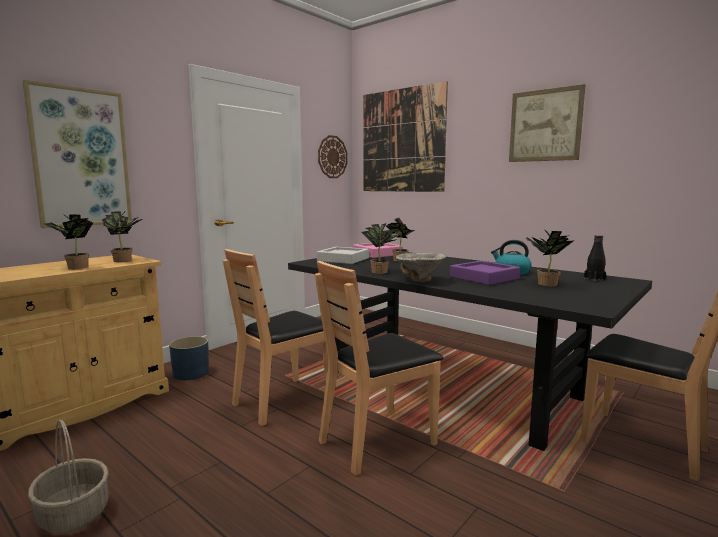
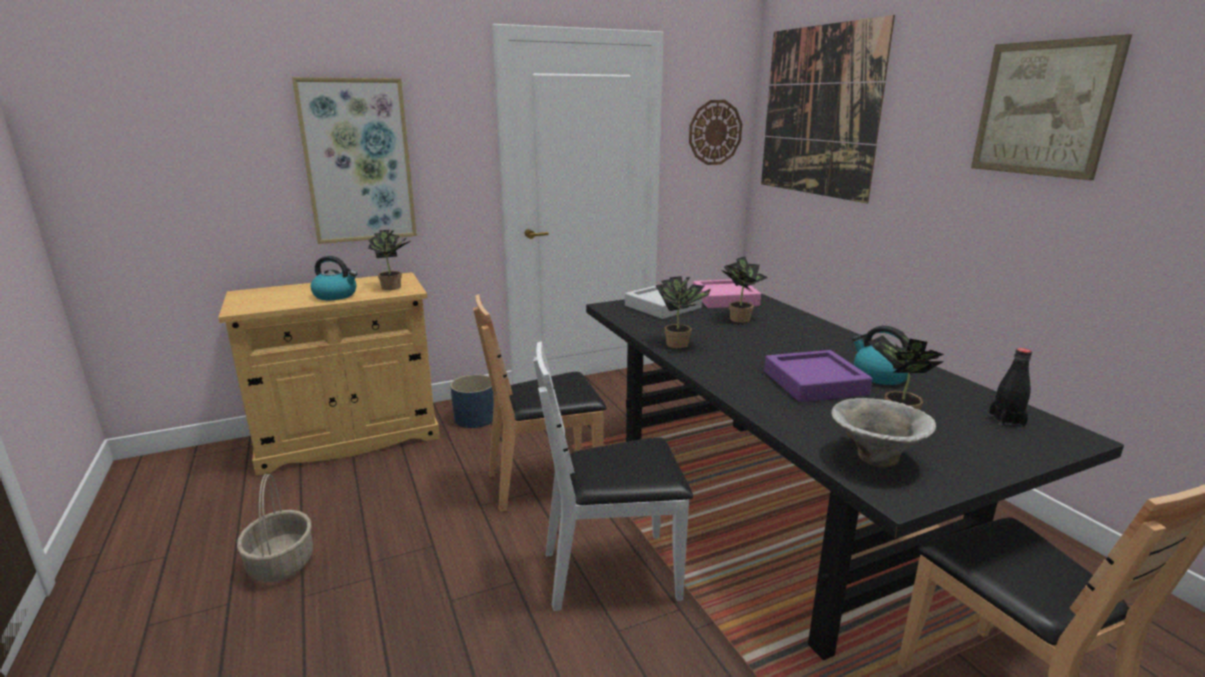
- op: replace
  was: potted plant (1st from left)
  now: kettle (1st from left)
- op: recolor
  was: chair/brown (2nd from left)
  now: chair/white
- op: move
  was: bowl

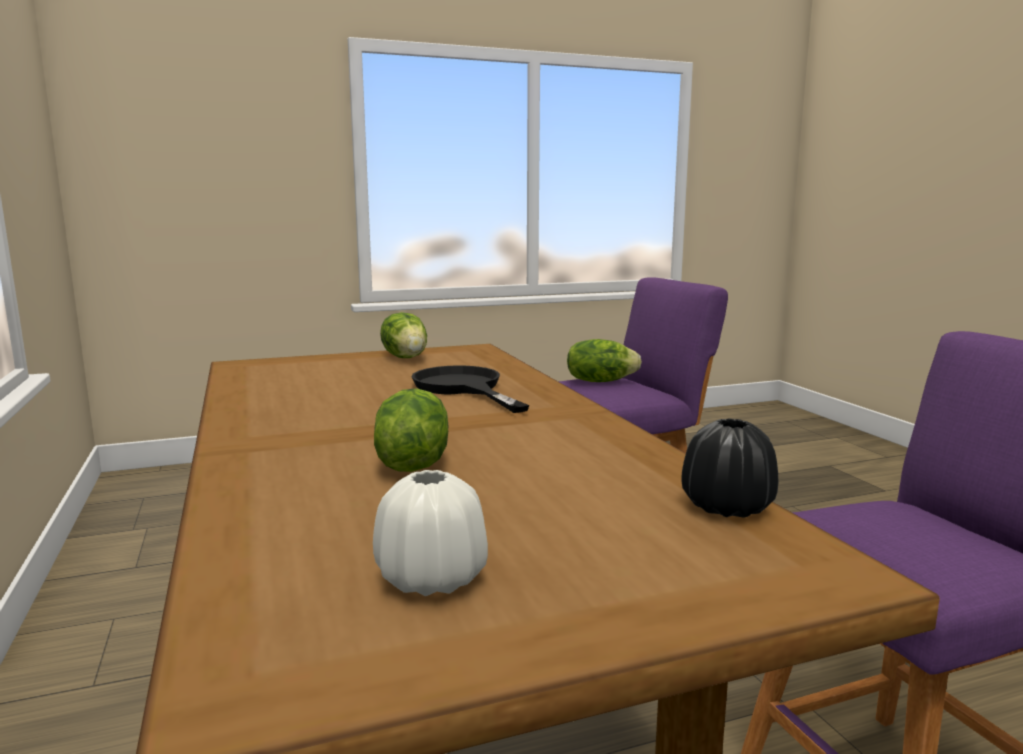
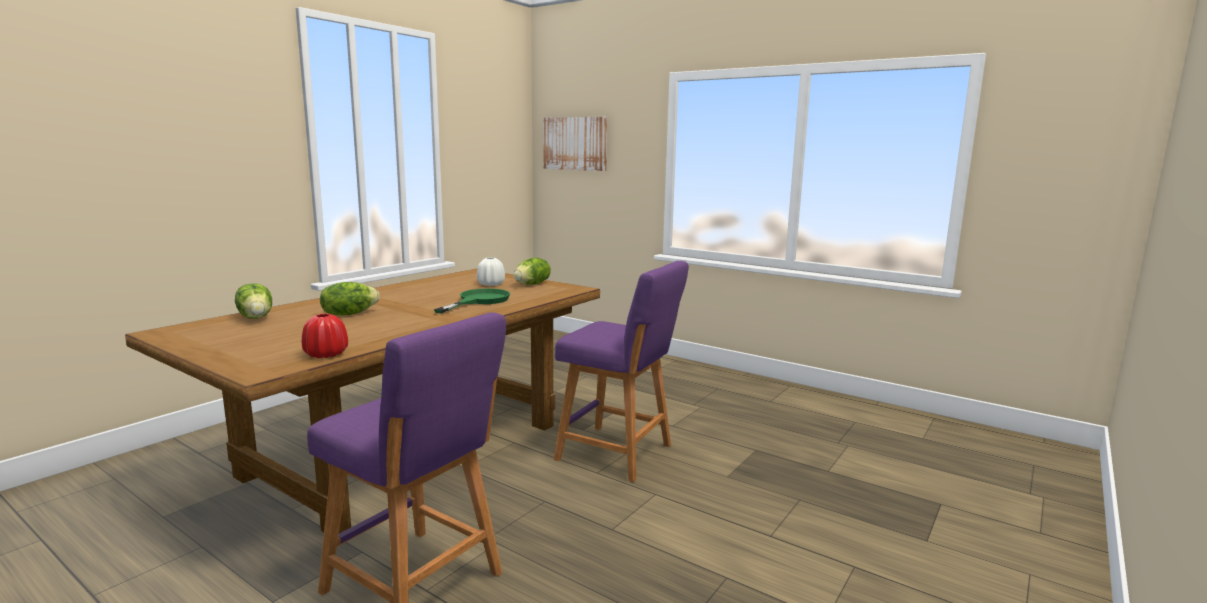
- op: move
  was: lettuce (3rd from left in the first image)
  now: lettuce (1st from left)
- op: recolor
  was: vase/black
  now: vase/red
- op: recolor
  was: frying pan/black
  now: frying pan/green
- op: move
  was: vase/white
- op: insert
  now: picture

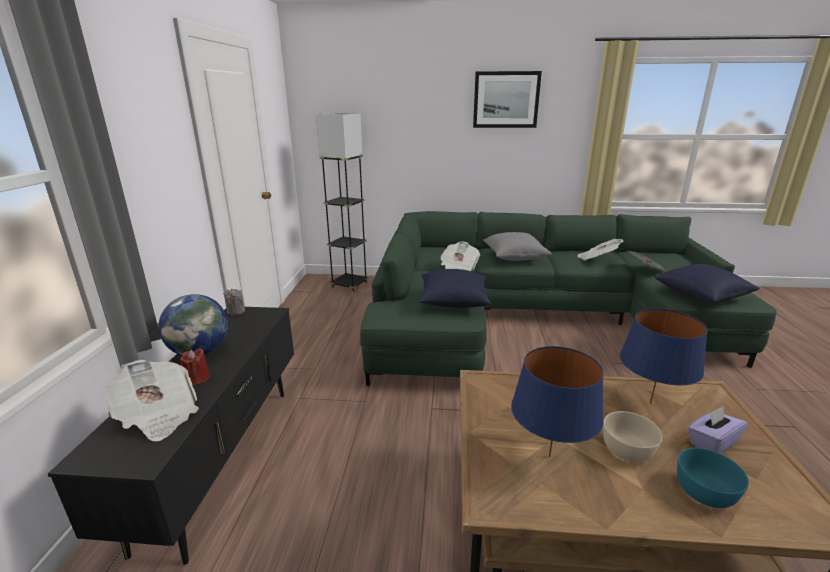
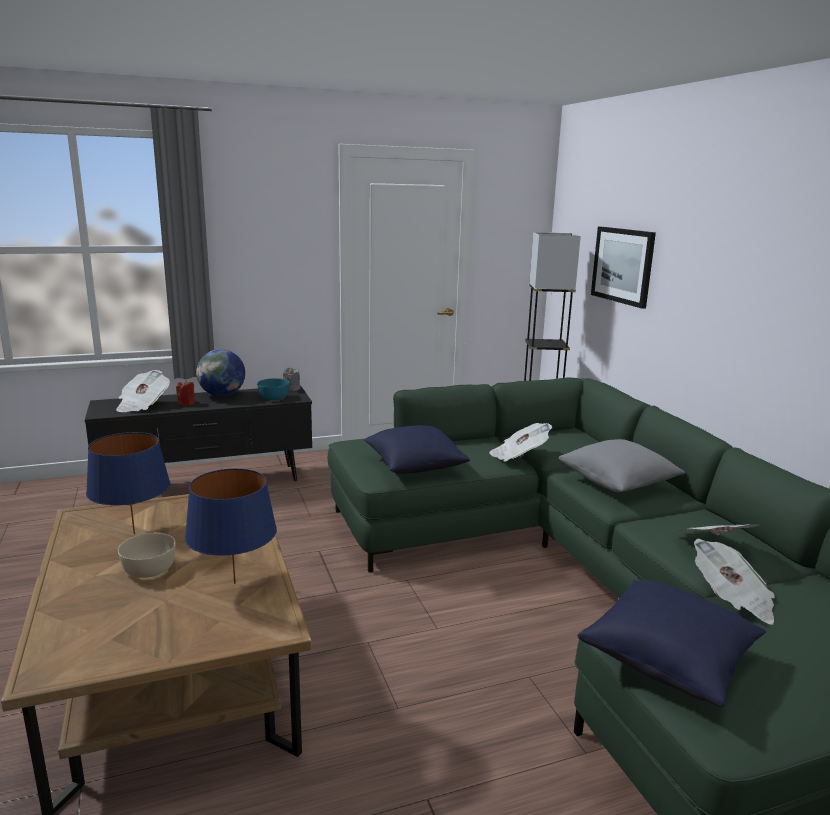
- op: move
  was: bowl/turquoise
- op: move
  was: picture
- op: delete
  was: tissue box/purple

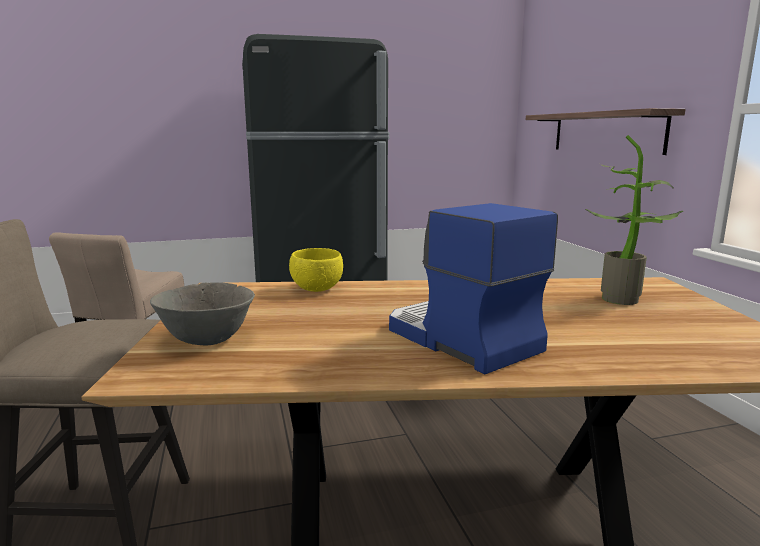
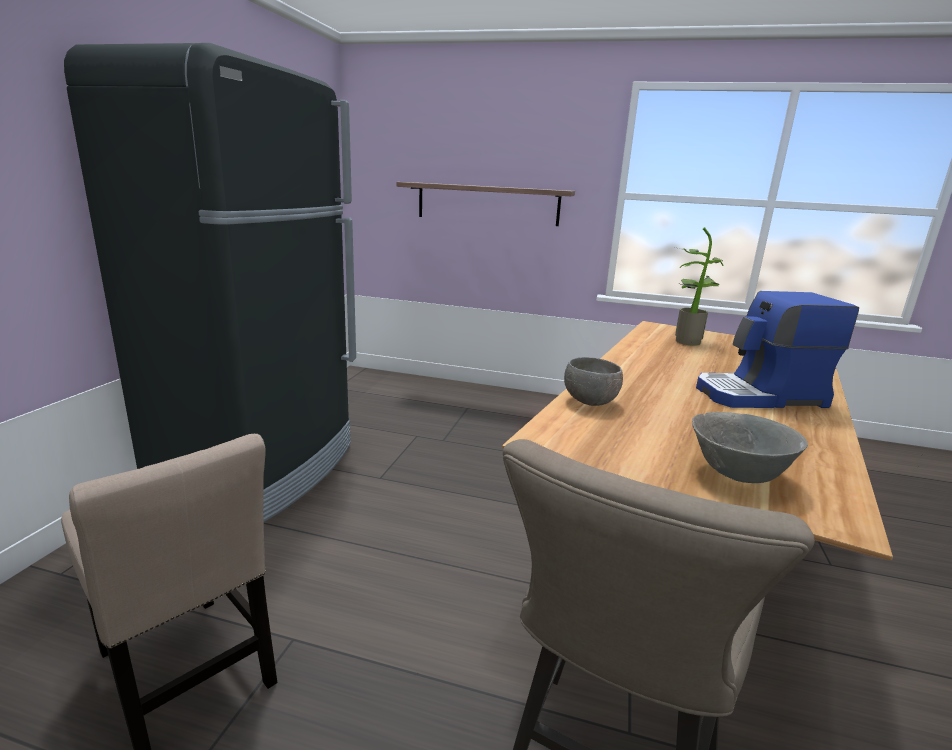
- op: recolor
  was: bowl/yellow
  now: bowl/grey (1st from left)

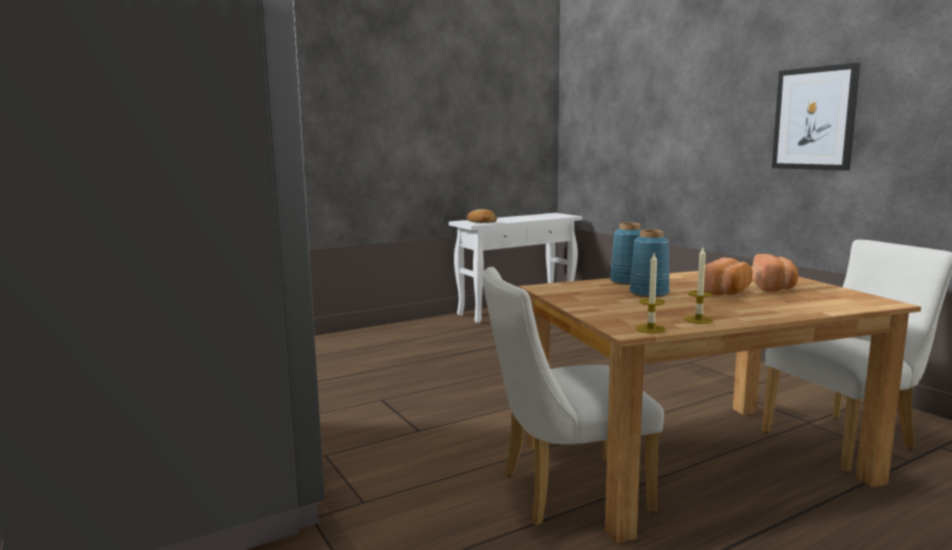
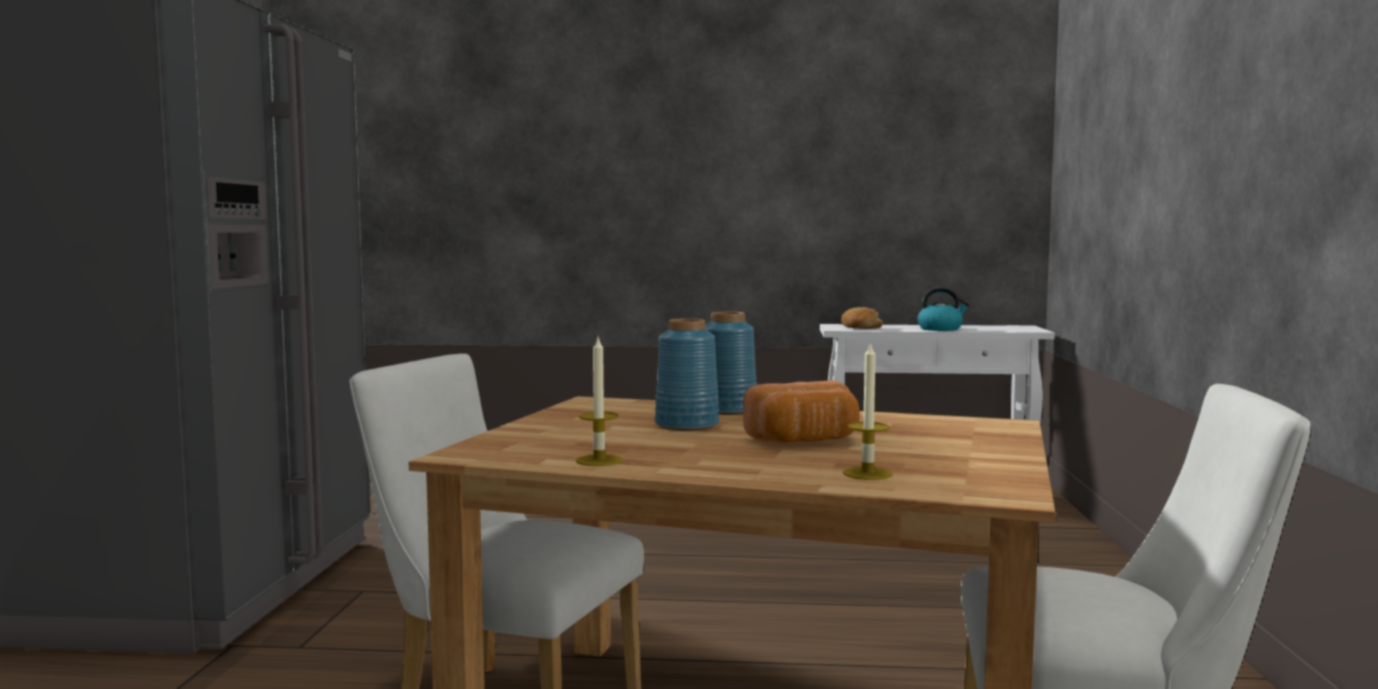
- op: move
  was: candle (1st from left in the first image)
  now: candle (2nd from left)
- op: insert
  now: kettle
- op: delete
  was: bread (3rd from left)
- op: delete
  was: picture

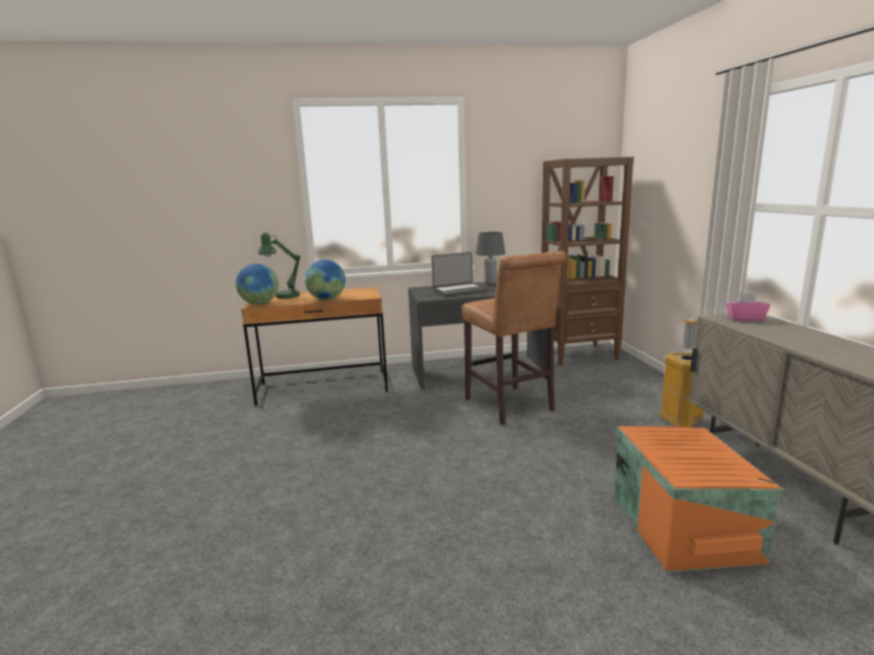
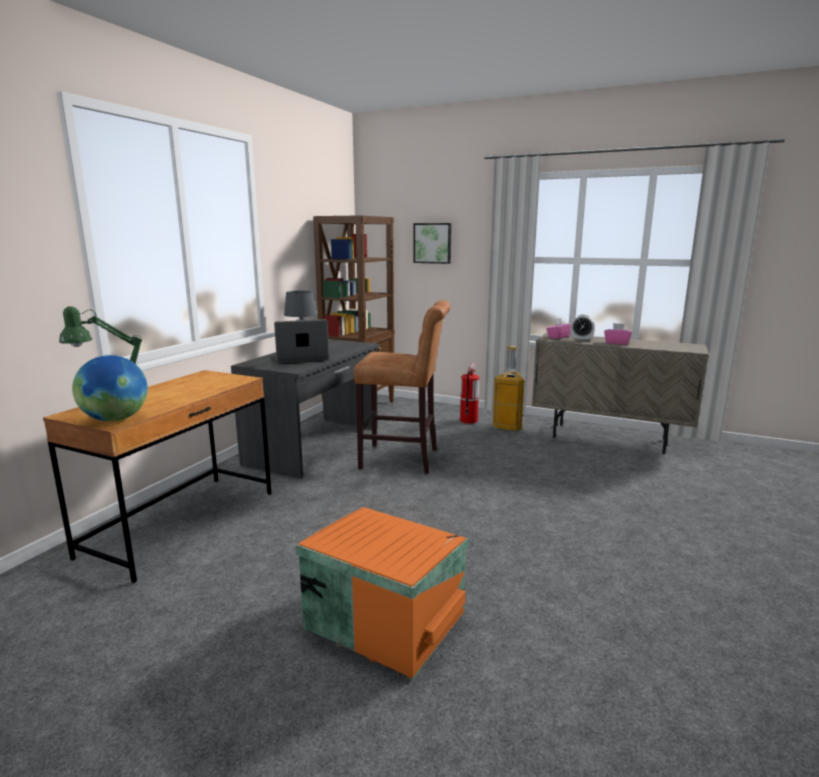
- op: rotate
  was: laptop
  clockwise: -120
- op: move
  was: storage box/orange
- op: insert
  now: picture
- op: insert
  now: fire extinguisher
- op: insert
  now: alarm clock
- op: insert
  now: tissue box/pink (2nd from left)
- op: delete
  was: globe (2nd from left)

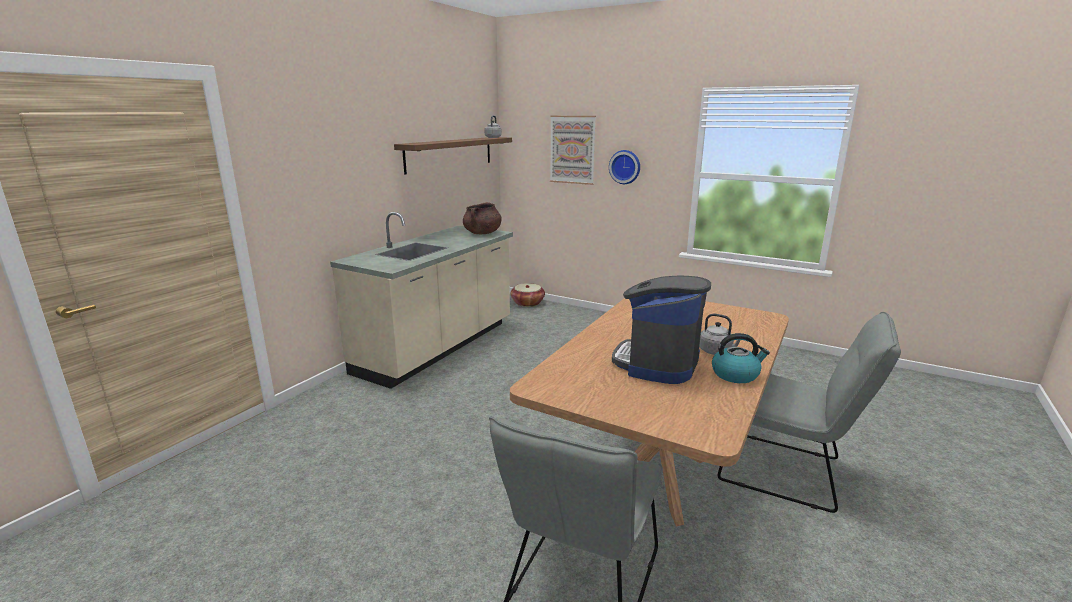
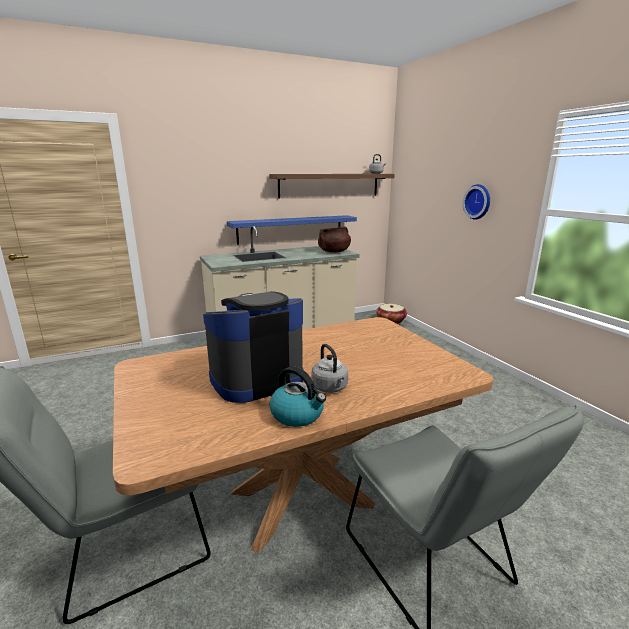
- op: insert
  now: shelf/blue
- op: delete
  was: picture

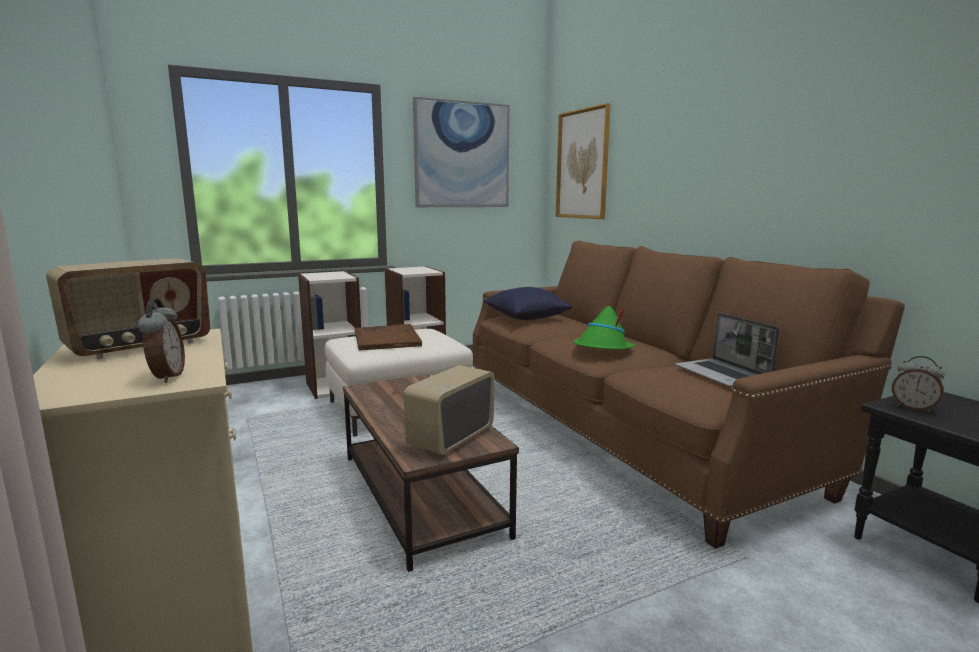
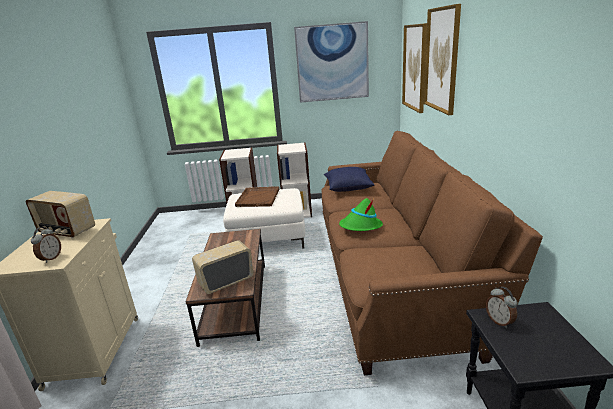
- op: rotate
  was: radio (1st from left)
  clockwise: 45
- op: insert
  now: picture (3rd from left)
- op: delete
  was: laptop

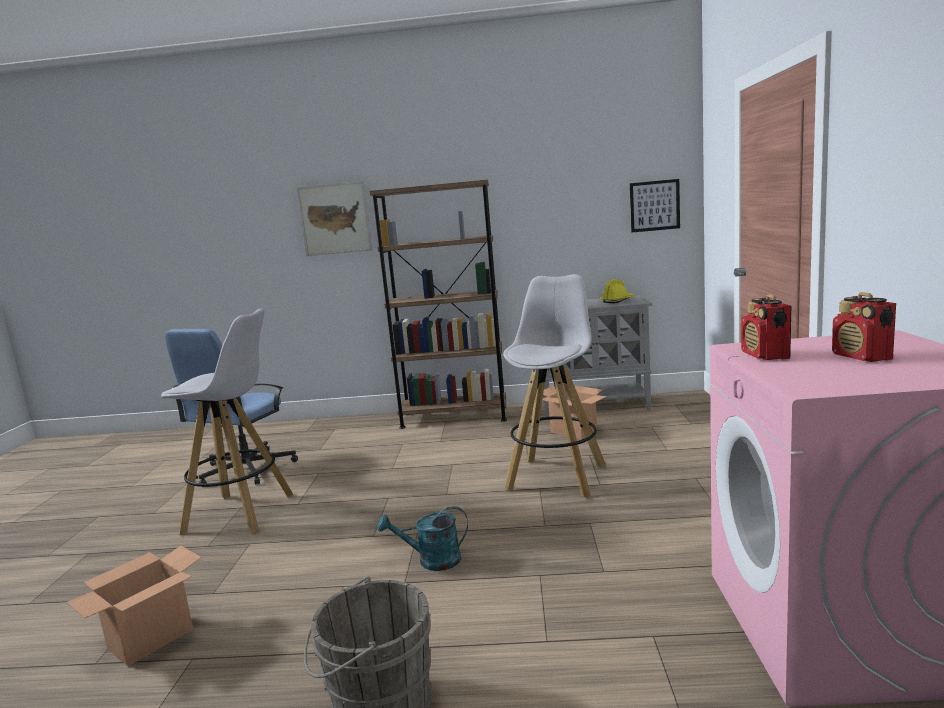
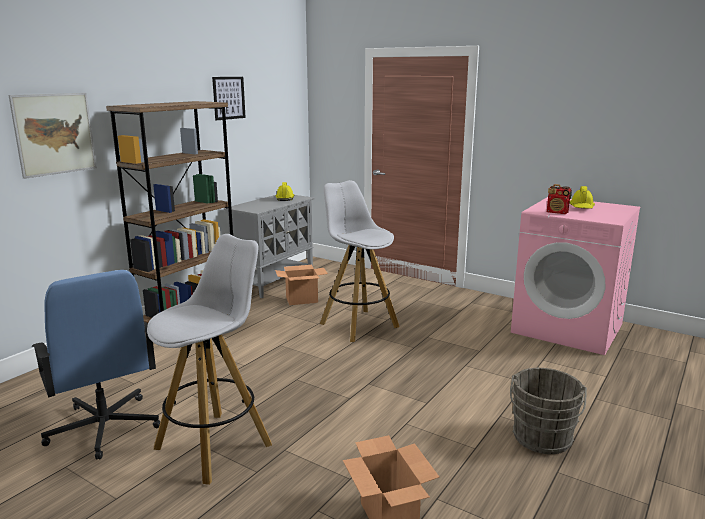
- op: move
  was: picture (2nd from left)
- op: replace
  was: radio (2nd from left)
  now: hard hat/yellow (2nd from left)
- op: delete
  was: watering can/turquoise

